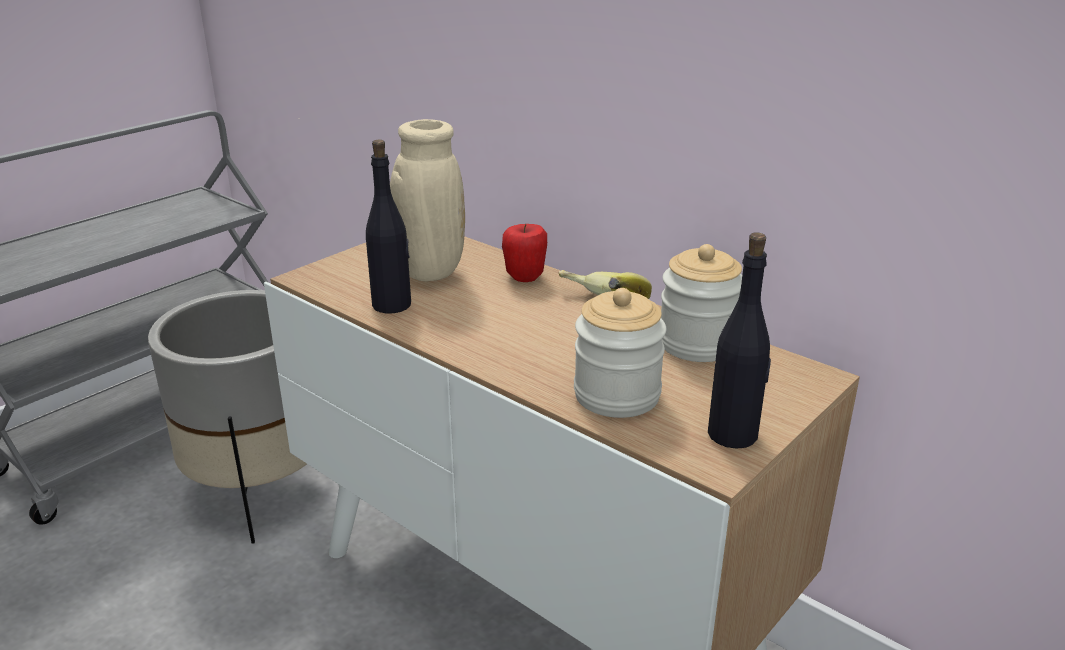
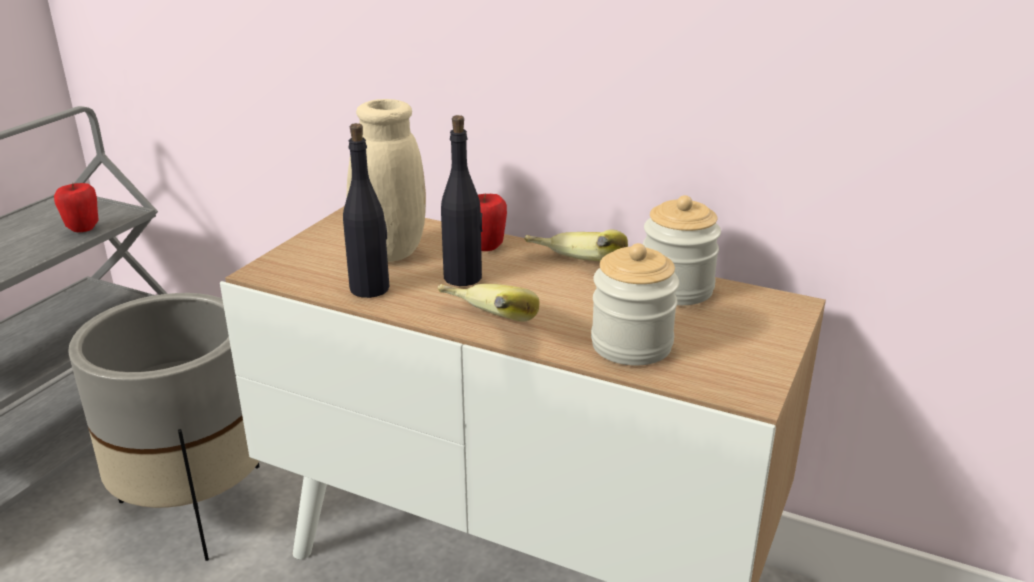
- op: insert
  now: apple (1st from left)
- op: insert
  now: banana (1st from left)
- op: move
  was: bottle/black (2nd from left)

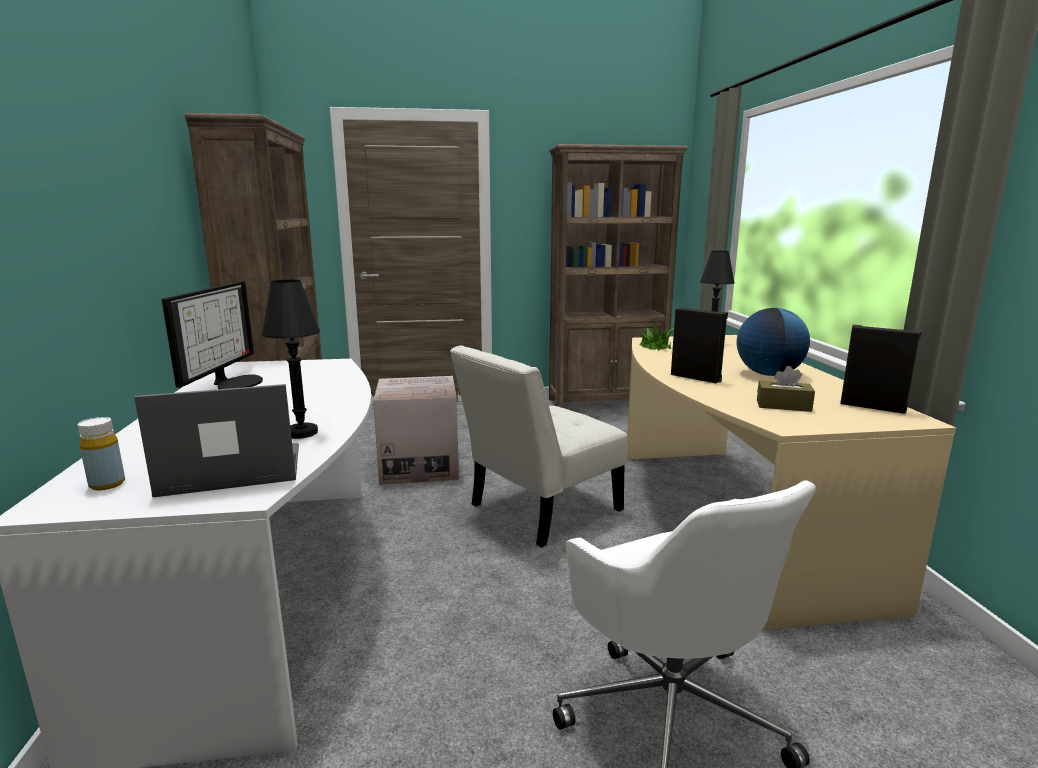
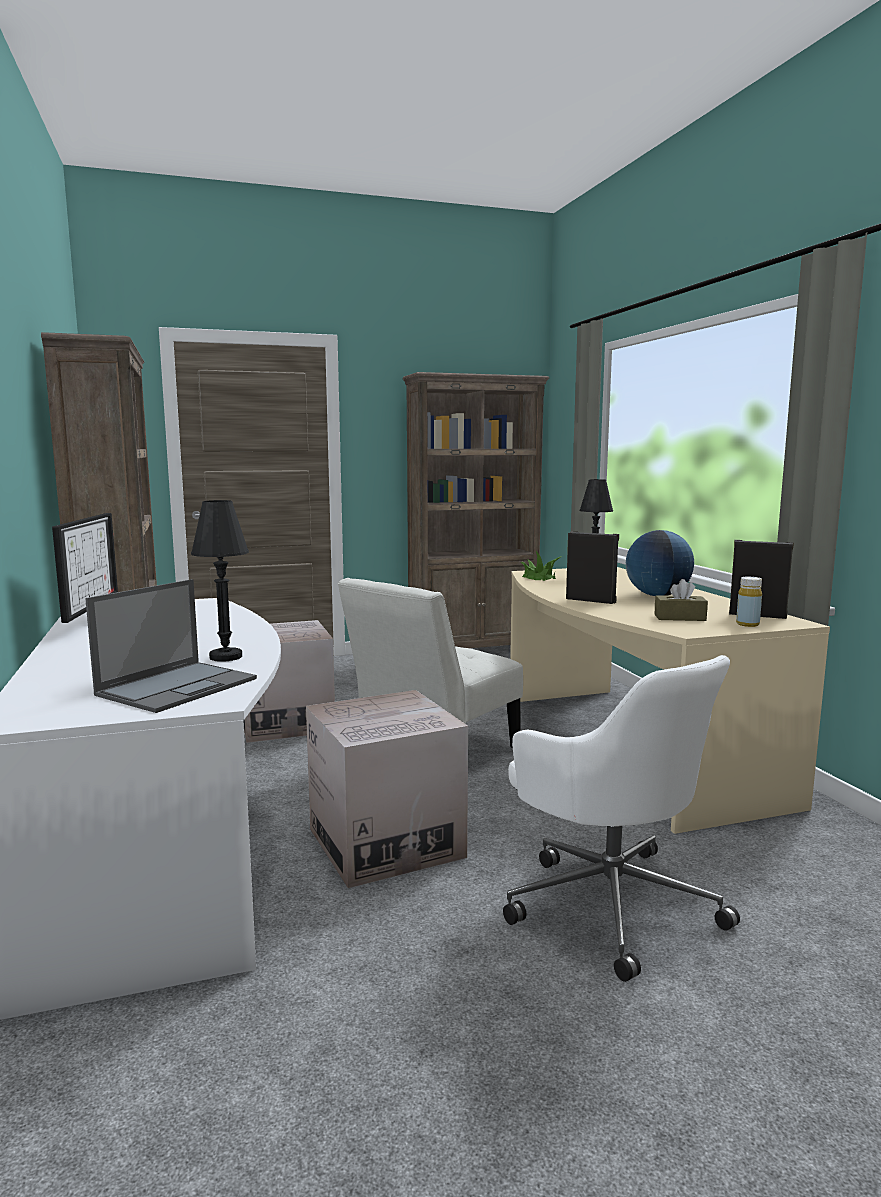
- op: rotate
  was: laptop
  clockwise: 150
- op: insert
  now: cardboard box (2nd from left)
- op: move
  was: bottle/yellow

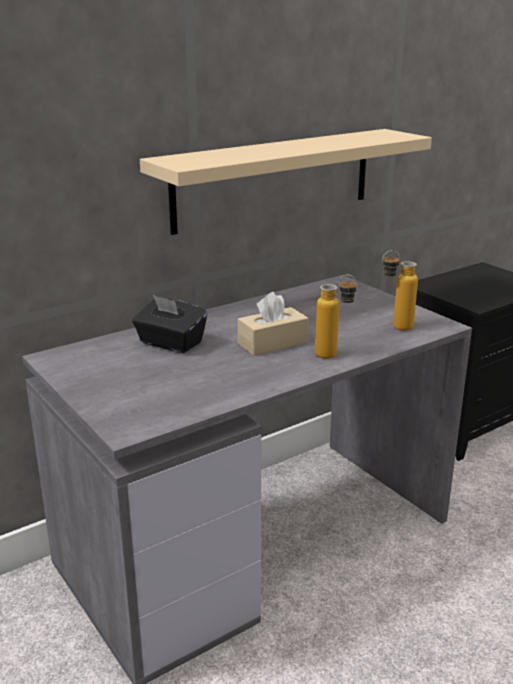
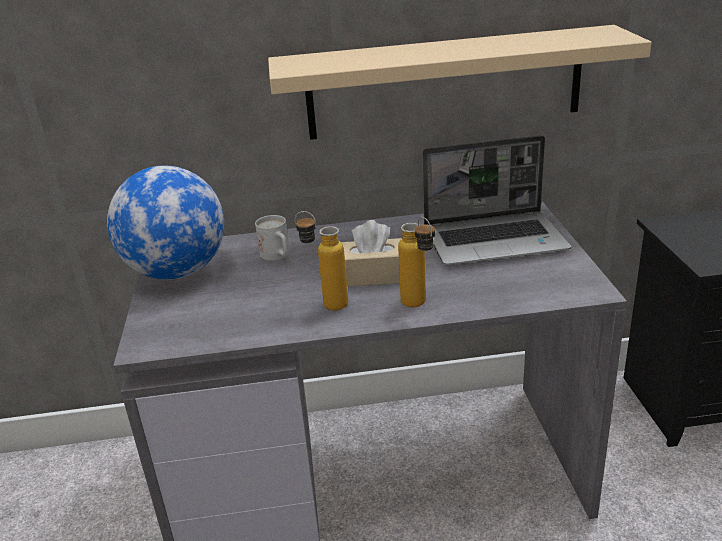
- op: insert
  now: globe
- op: replace
  was: tissue box/black
  now: mug/white
- op: move
  was: bottle (2nd from left in the first image)
  now: bottle (1st from left)
- op: insert
  now: laptop

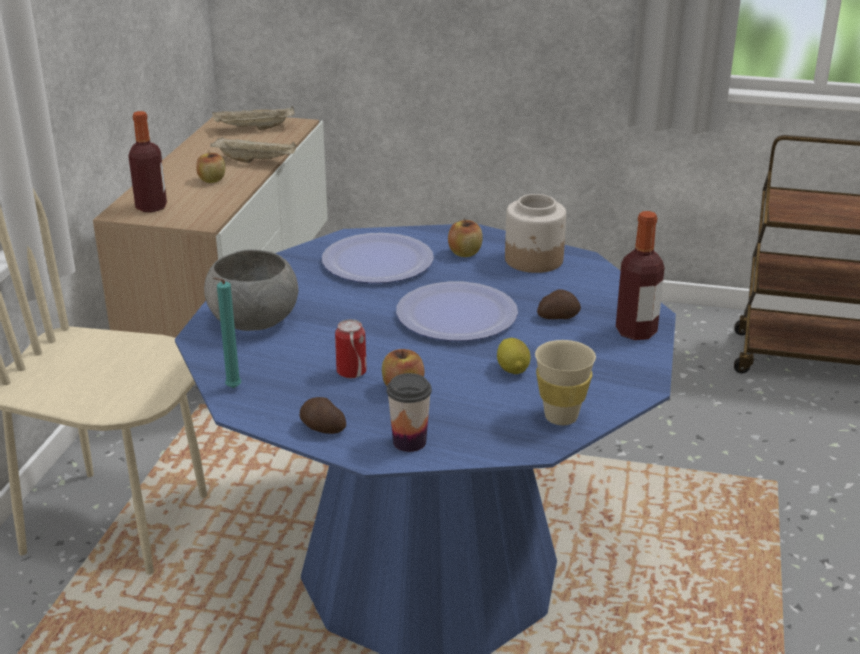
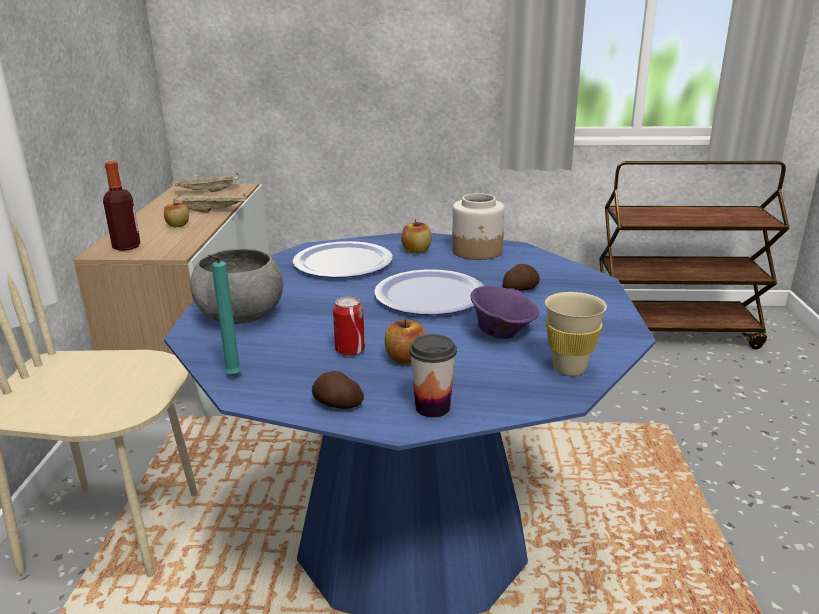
- op: replace
  was: lemon
  now: bowl/purple
- op: delete
  was: bottle (2nd from left)

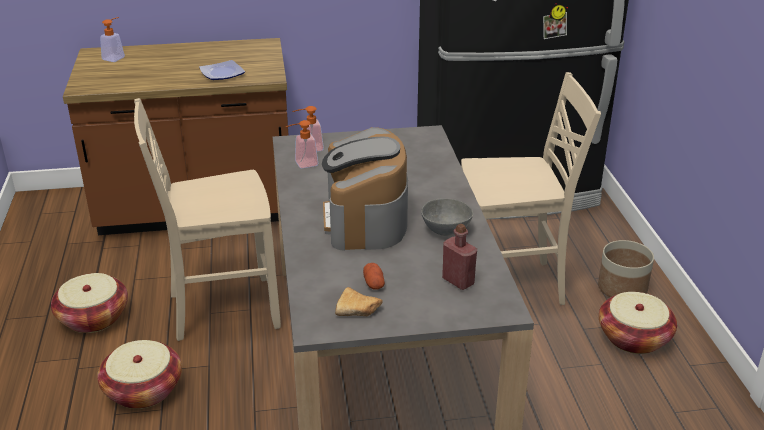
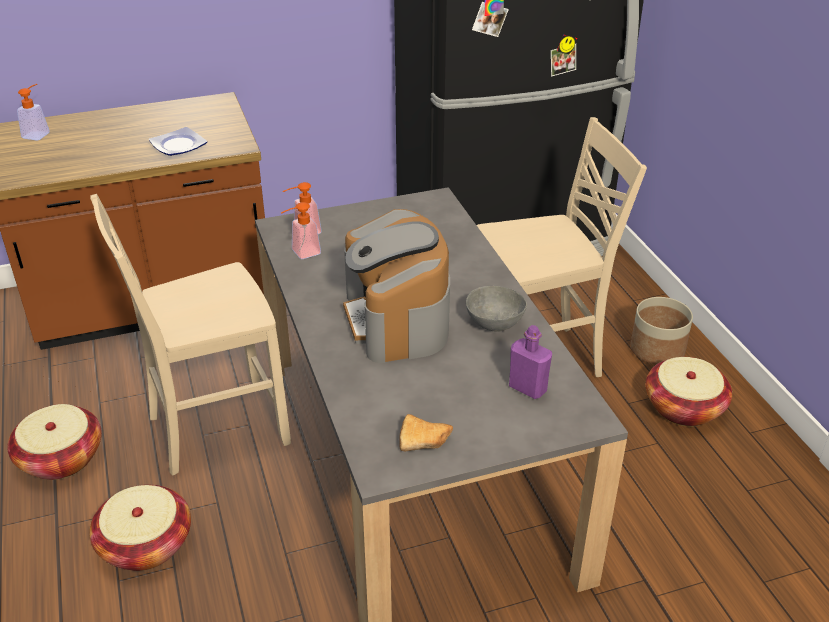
- op: recolor
  was: bottle/red
  now: bottle/purple
- op: delete
  was: potato

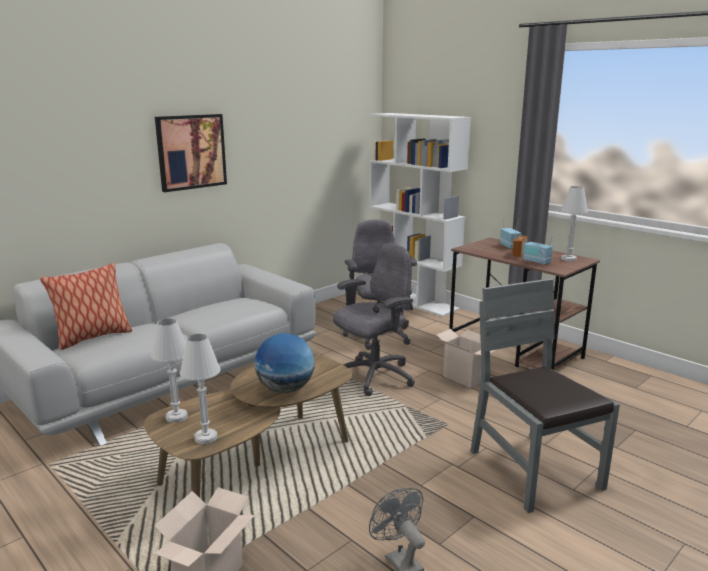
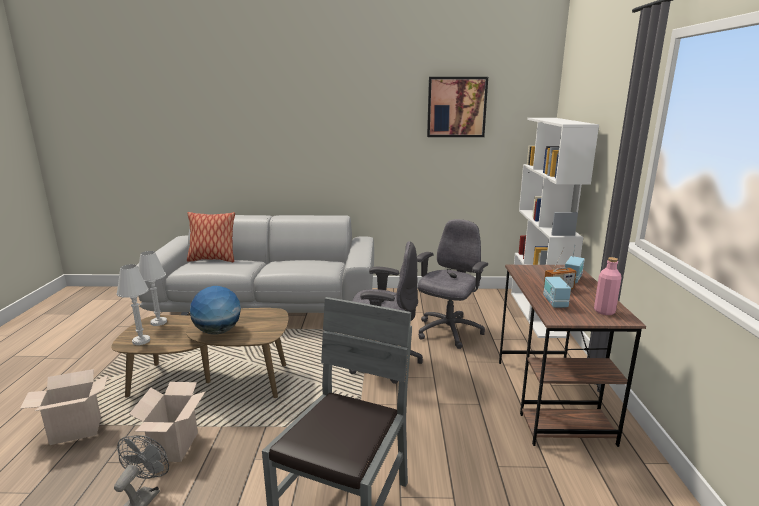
- op: move
  was: cardboard box (2nd from left)
- op: move
  was: picture
- op: replace
  was: table lamp/white (3rd from left)
  now: bottle/pink

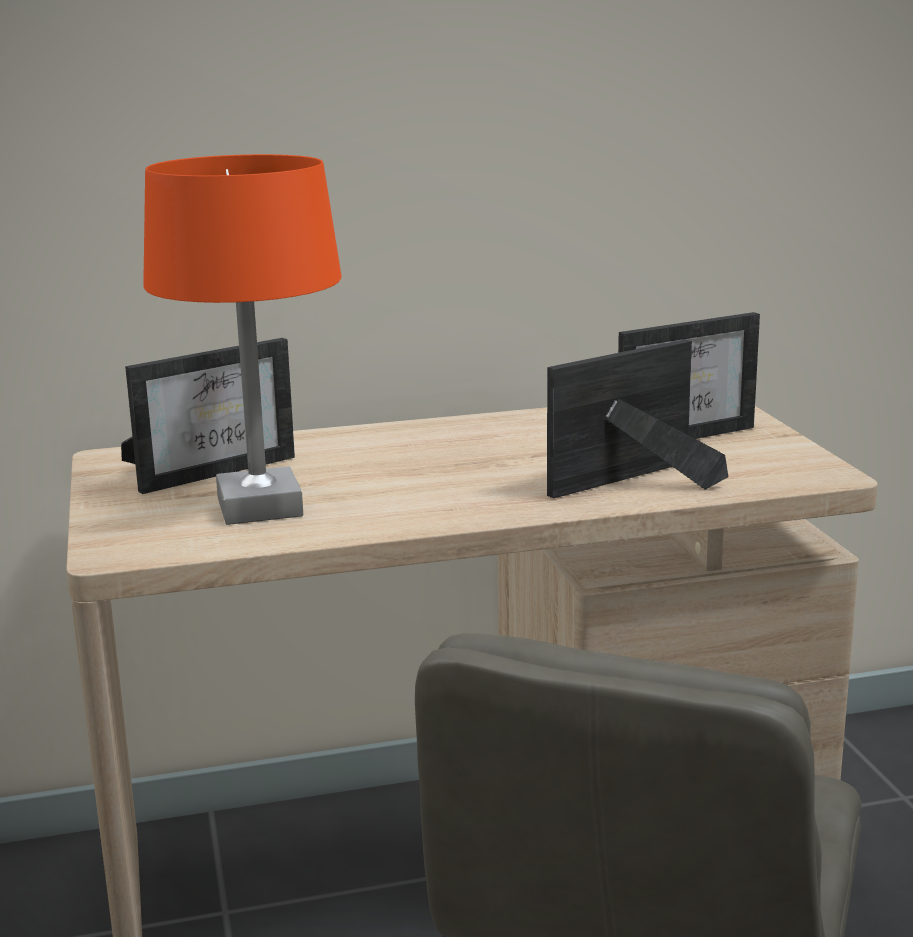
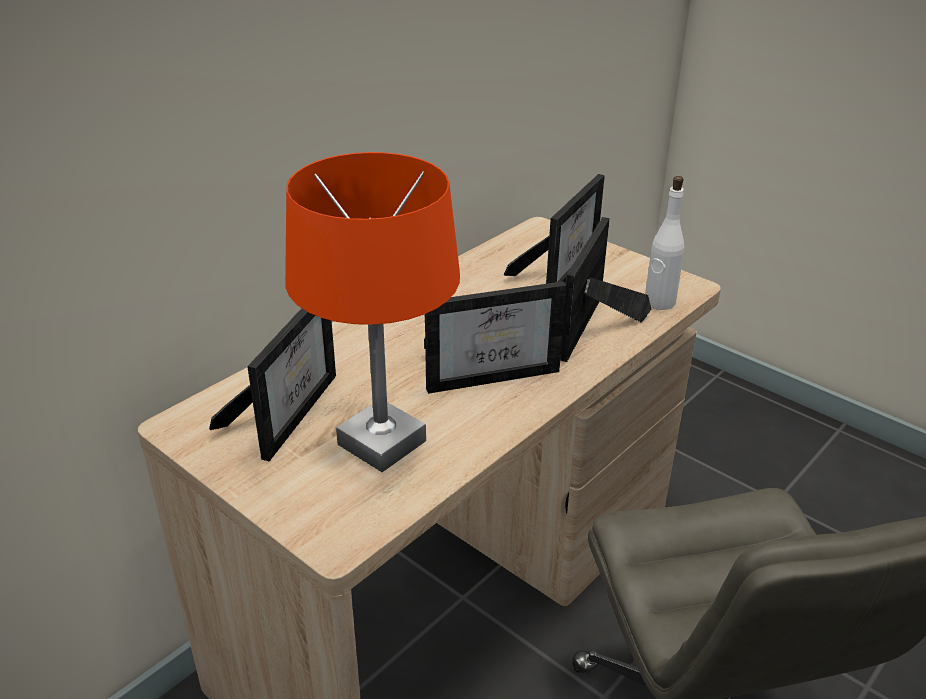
- op: insert
  now: picture frame (2nd from left)
- op: insert
  now: bottle/white

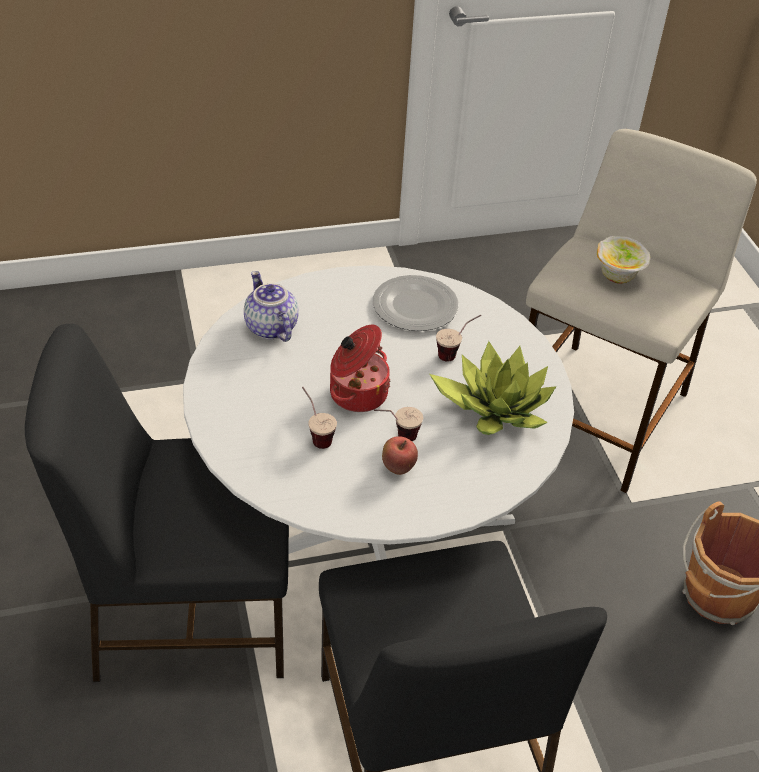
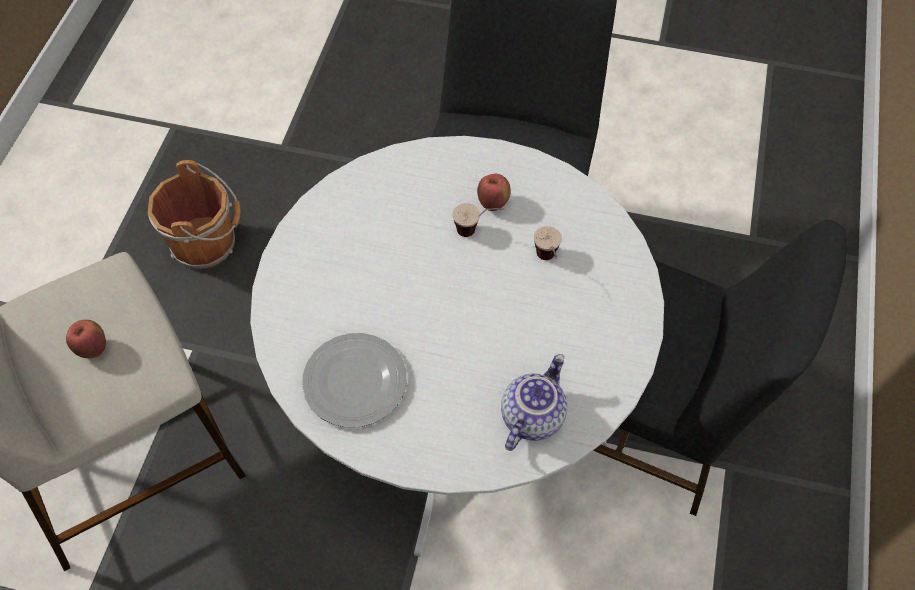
- op: replace
  was: bowl
  now: apple (1st from left)
- op: rotate
  was: teapot
  clockwise: -150
- op: delete
  was: cooking pot
- op: delete
  was: potted plant
- op: delete
  was: cup (3rd from left)

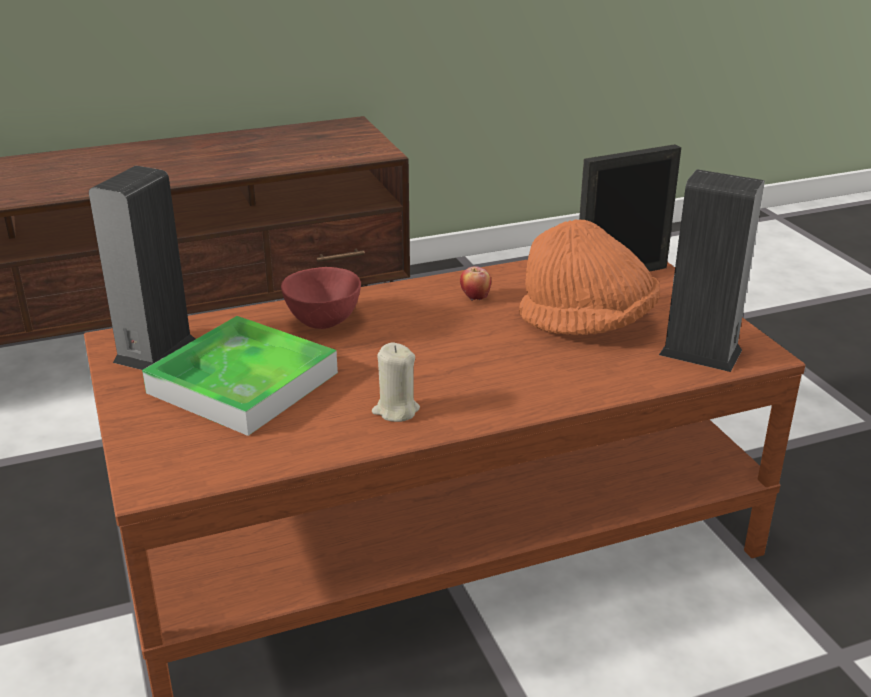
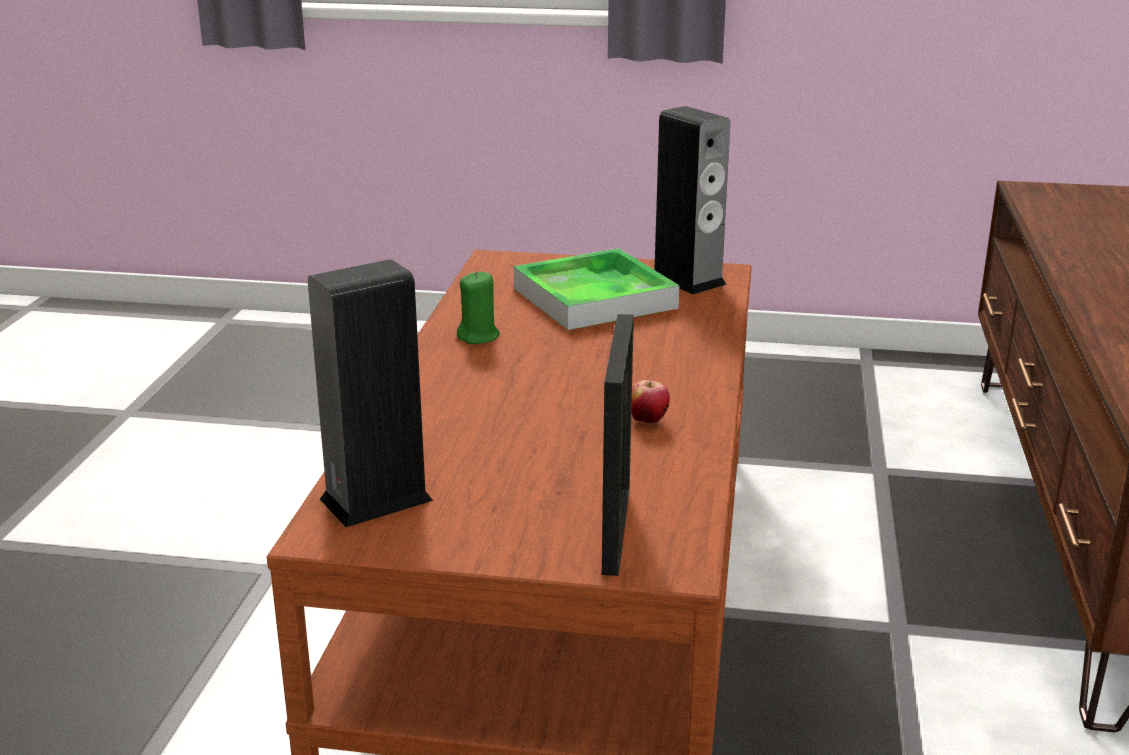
- op: recolor
  was: candle/beige
  now: candle/green
- op: delete
  was: bowl/red
- op: delete
  was: hat/orange

